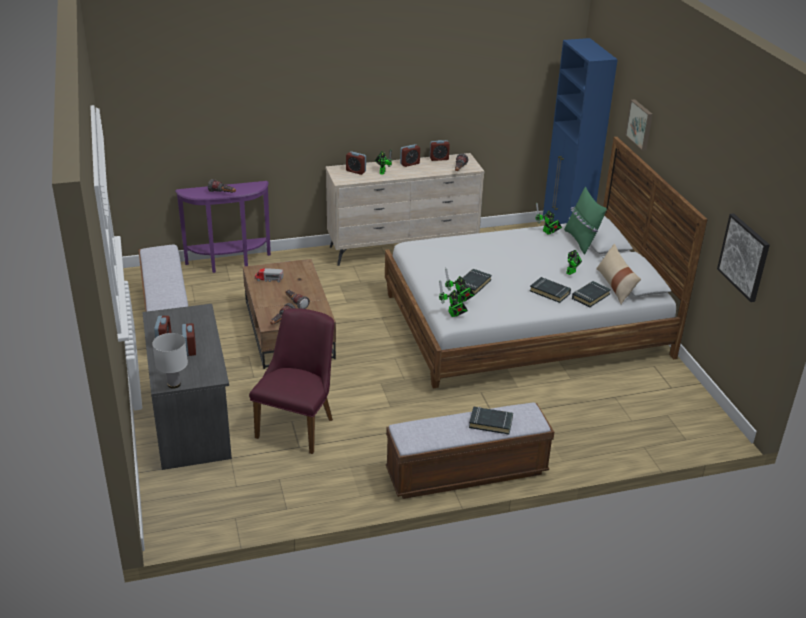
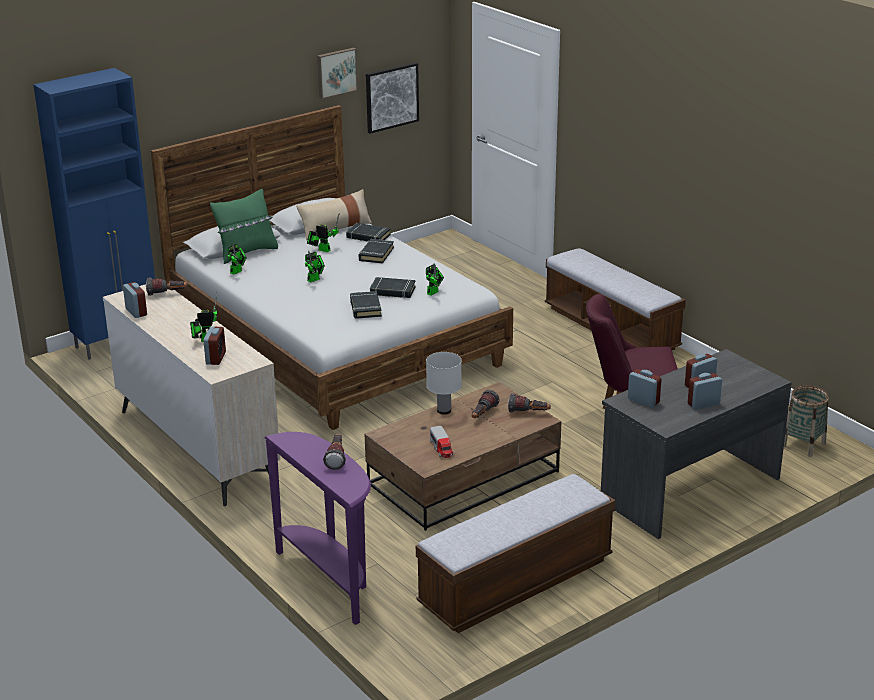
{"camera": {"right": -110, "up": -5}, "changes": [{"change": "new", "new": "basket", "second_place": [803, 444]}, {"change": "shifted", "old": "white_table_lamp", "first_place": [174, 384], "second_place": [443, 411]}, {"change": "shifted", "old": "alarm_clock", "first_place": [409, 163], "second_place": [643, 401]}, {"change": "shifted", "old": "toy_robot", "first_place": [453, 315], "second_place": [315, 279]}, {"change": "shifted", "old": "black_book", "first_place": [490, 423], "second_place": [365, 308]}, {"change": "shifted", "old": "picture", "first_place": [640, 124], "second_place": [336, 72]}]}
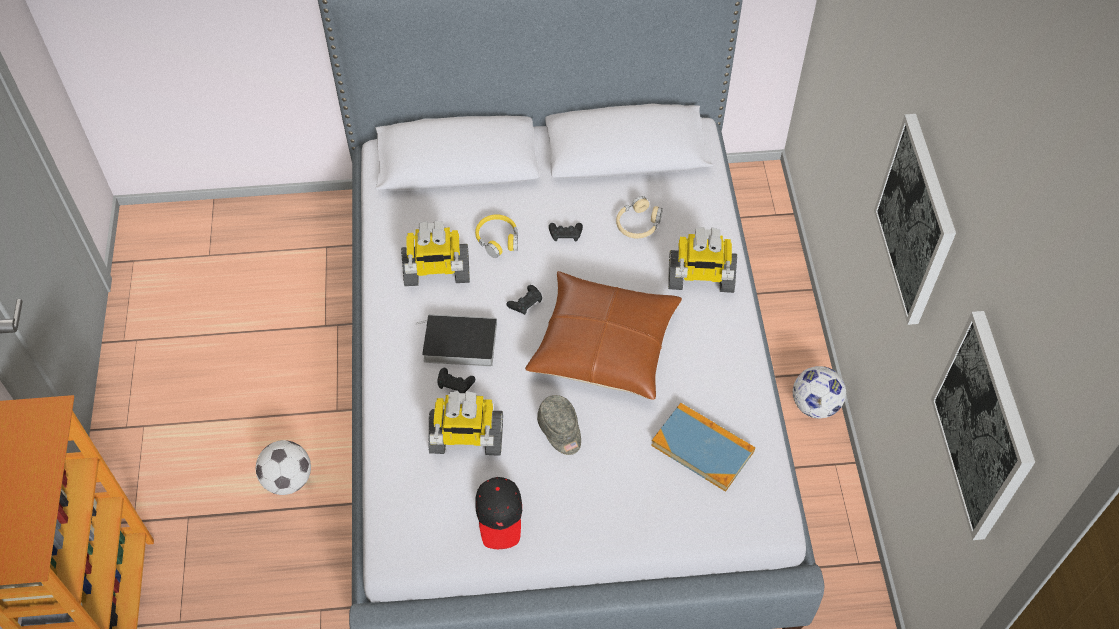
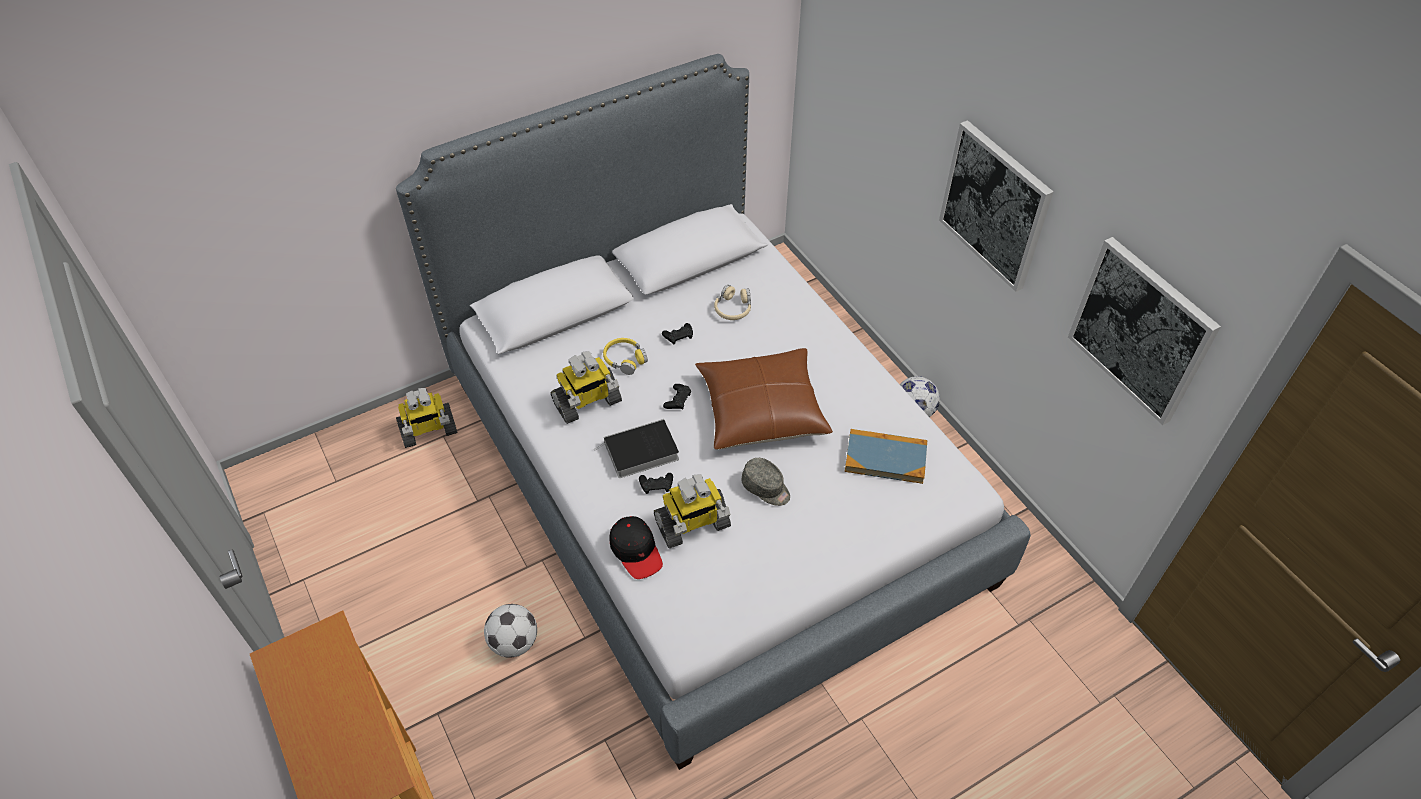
{"camera": {"right": -25, "up": -5}, "changes": [{"change": "shifted", "old": "black_cap", "first_place": [500, 516], "second_place": [636, 551]}, {"change": "shifted", "old": "toy_robot", "first_place": [700, 278], "second_place": [428, 431]}]}
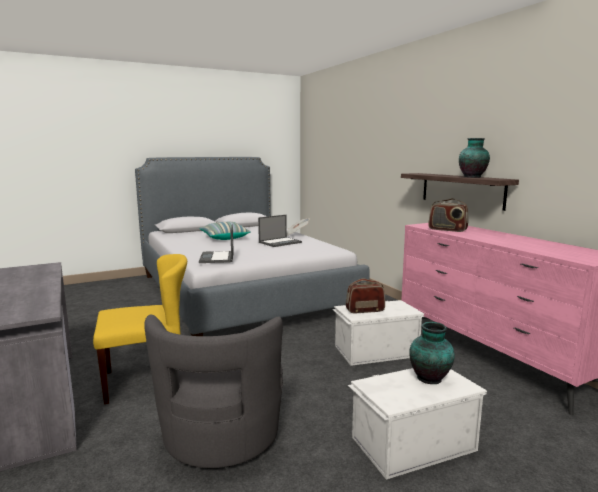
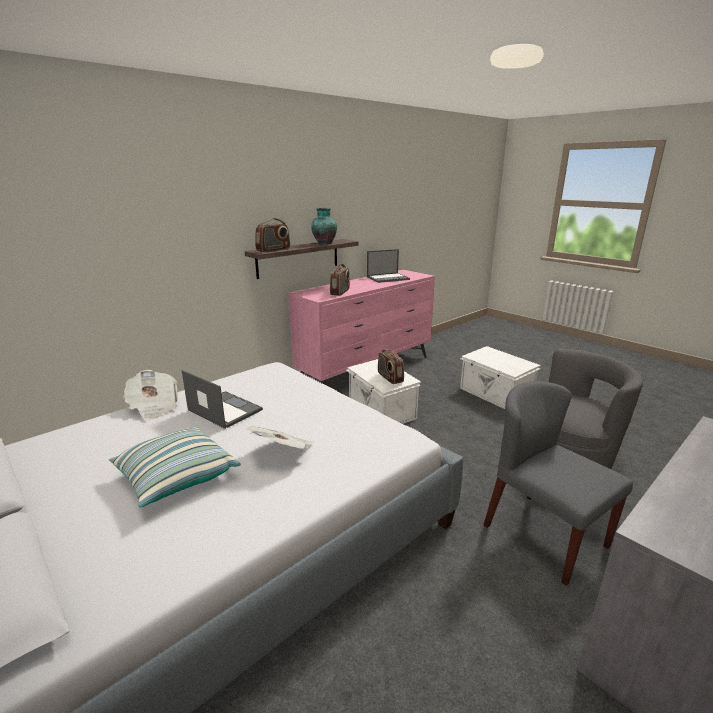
{"camera": {"right": -105, "up": 10}, "changes": [{"change": "gone", "old": "vase", "first_place": [430, 379]}, {"change": "new", "new": "newspaper", "second_place": [283, 452]}, {"change": "new", "new": "radio", "second_place": [273, 250]}, {"change": "shifted", "old": "laptop", "first_place": [217, 258], "second_place": [388, 278]}, {"change": "repainted", "old": "yellow_chair", "new": "grey_chair", "first_place": [148, 380], "second_place": [544, 535]}]}
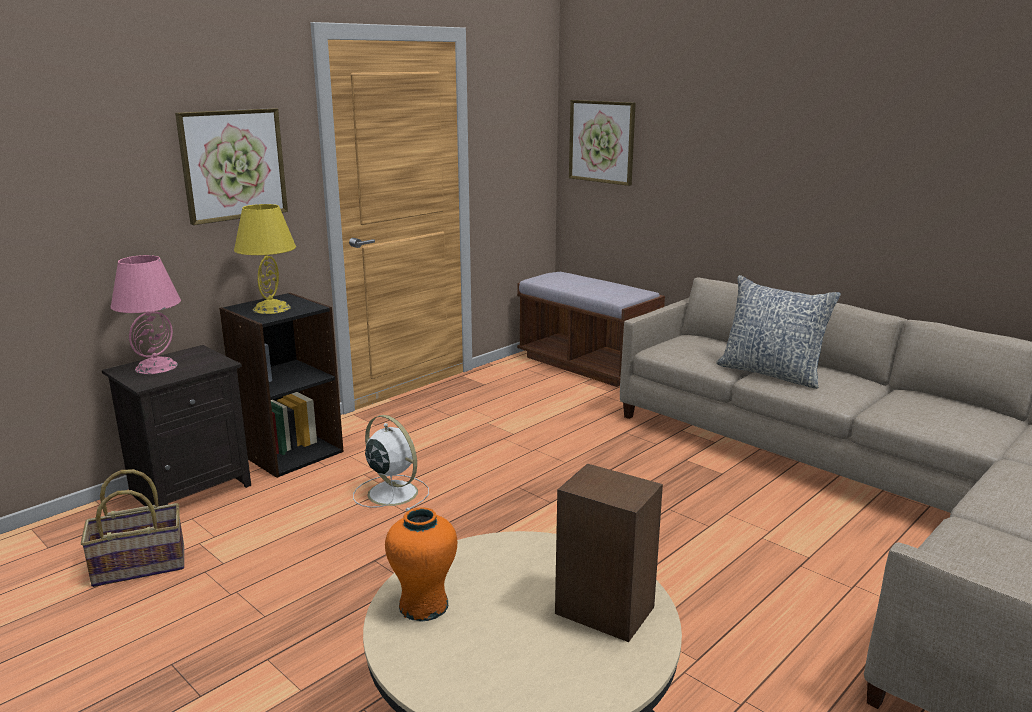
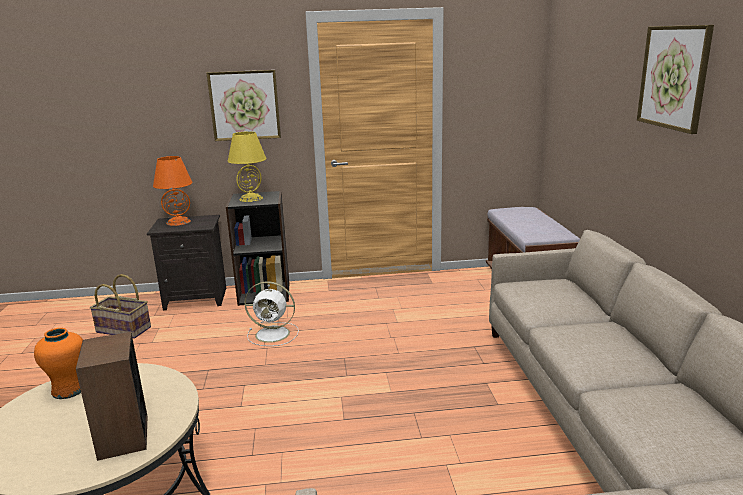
{"camera": {"right": 40, "up": 0}, "changes": [{"change": "gone", "old": "pillow", "first_place": [771, 373]}, {"change": "shifted", "old": "picture", "first_place": [602, 141], "second_place": [674, 77]}, {"change": "repainted", "old": "pink_table_lamp", "new": "orange_table_lamp", "first_place": [156, 366], "second_place": [178, 222]}, {"change": "rotated", "old": "white_fan", "first_place": [391, 492], "second_place": [274, 334], "degrees": 105}]}
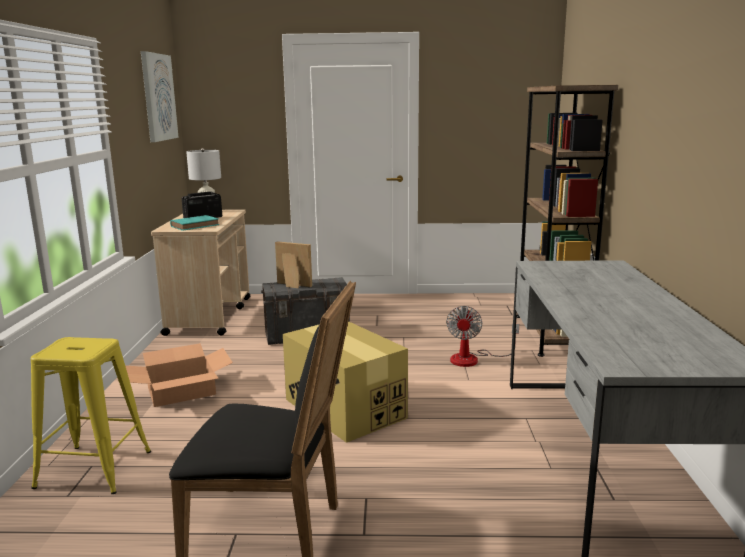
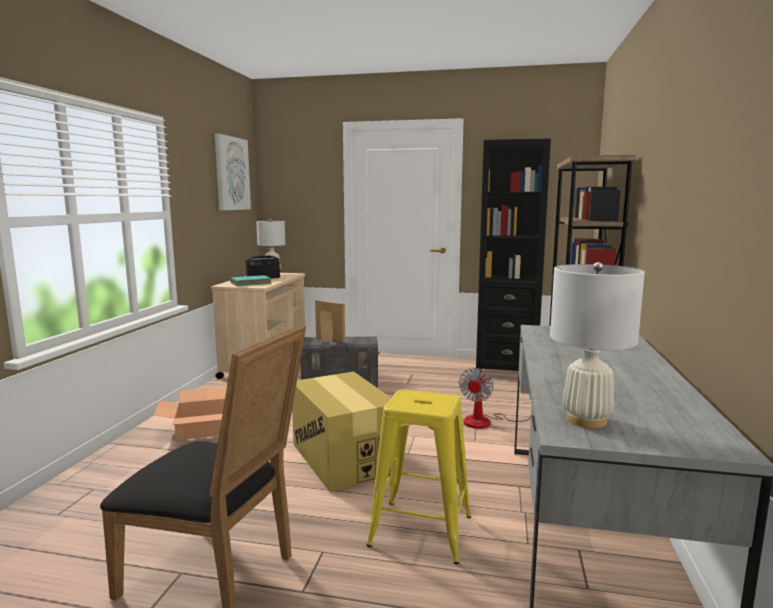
{"camera": {"right": 10, "up": -5}, "changes": [{"change": "new", "new": "black_bookcase", "second_place": [505, 368]}, {"change": "new", "new": "white_table_lamp", "second_place": [586, 420]}, {"change": "shifted", "old": "yellow_stool", "first_place": [94, 469], "second_place": [421, 530]}]}
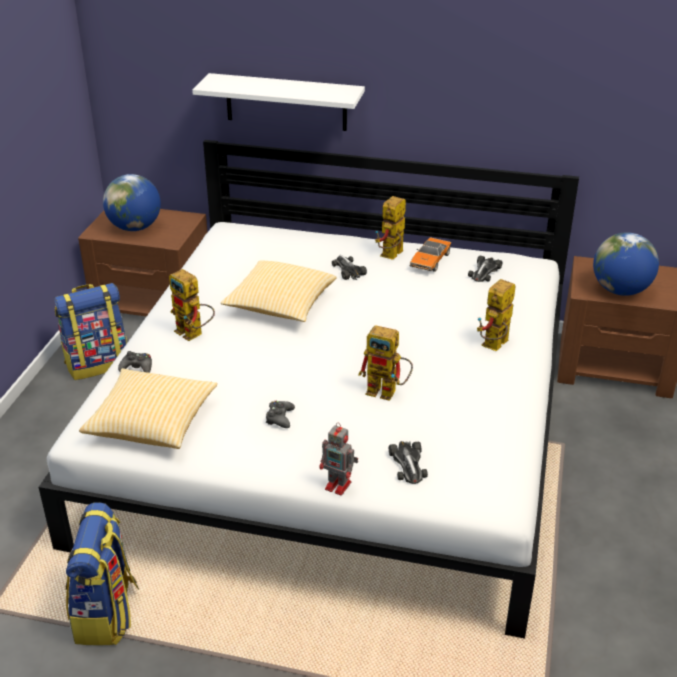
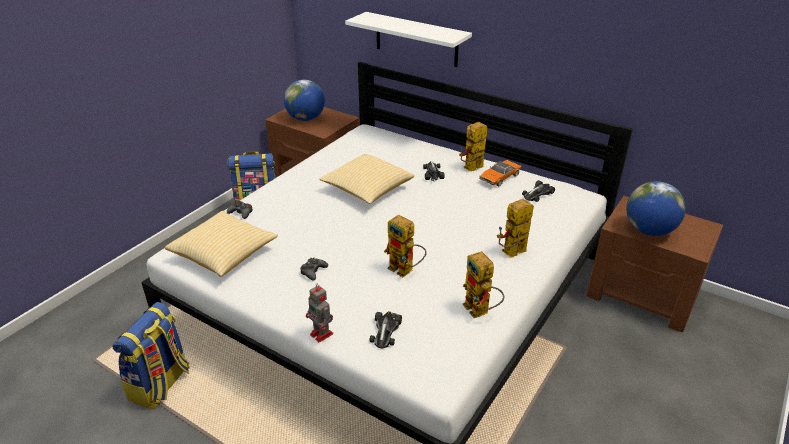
{"camera": {"right": 20, "up": 0}, "changes": [{"change": "shifted", "old": "toy_robot", "first_place": [194, 334], "second_place": [480, 311]}]}
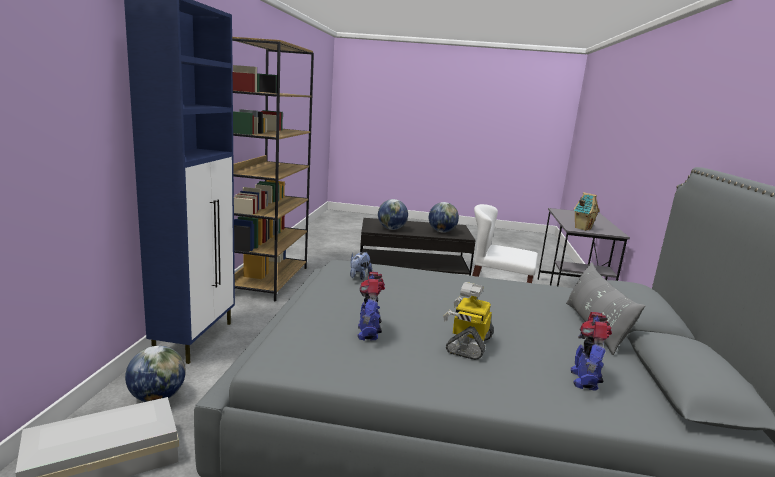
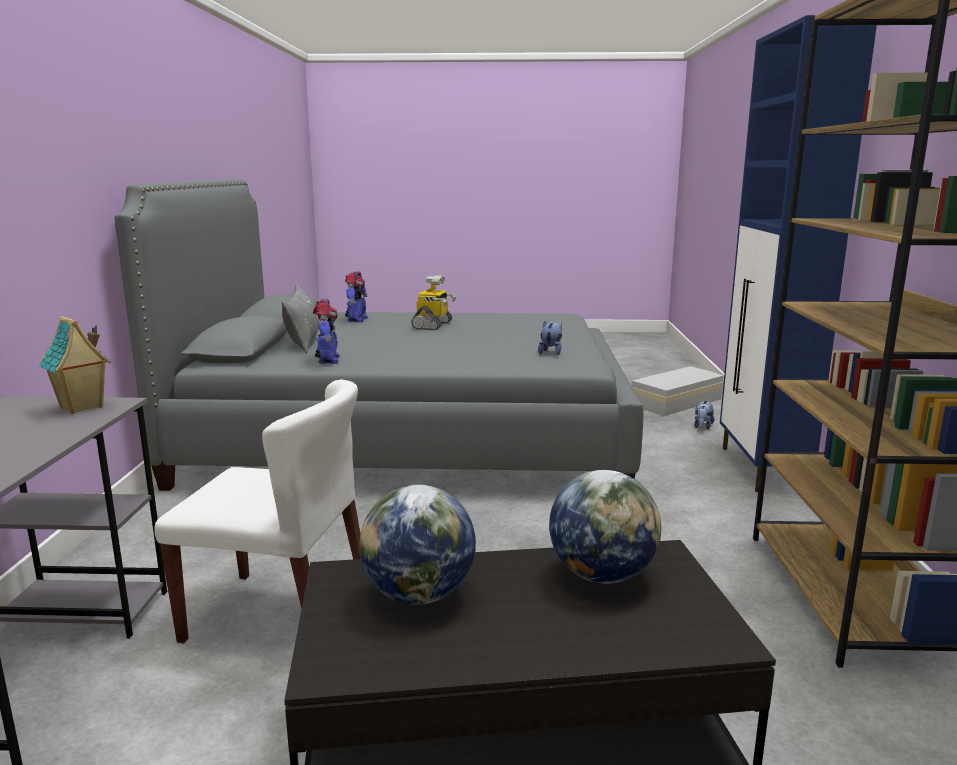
{"camera": {"right": 175, "up": 0}, "changes": [{"change": "shifted", "old": "toy_robot", "first_place": [369, 332], "second_place": [327, 360]}, {"change": "swapped", "old": "globe", "new": "plush_toy", "first_place": [157, 397], "second_place": [702, 427]}]}
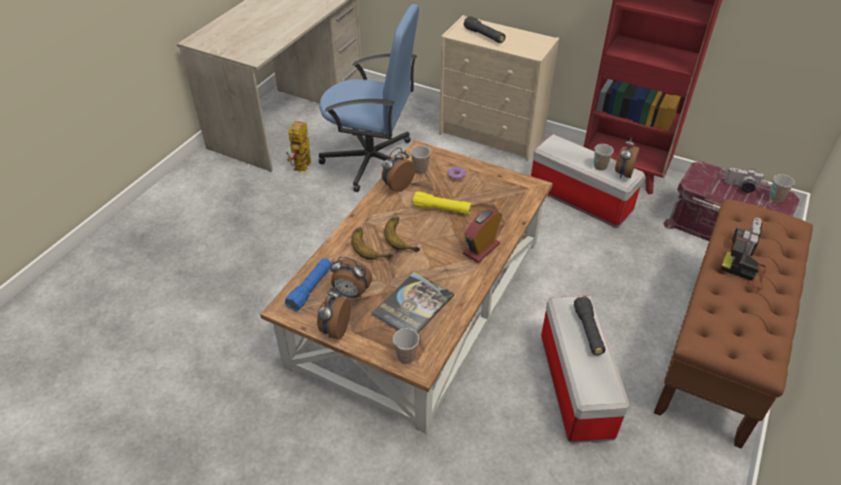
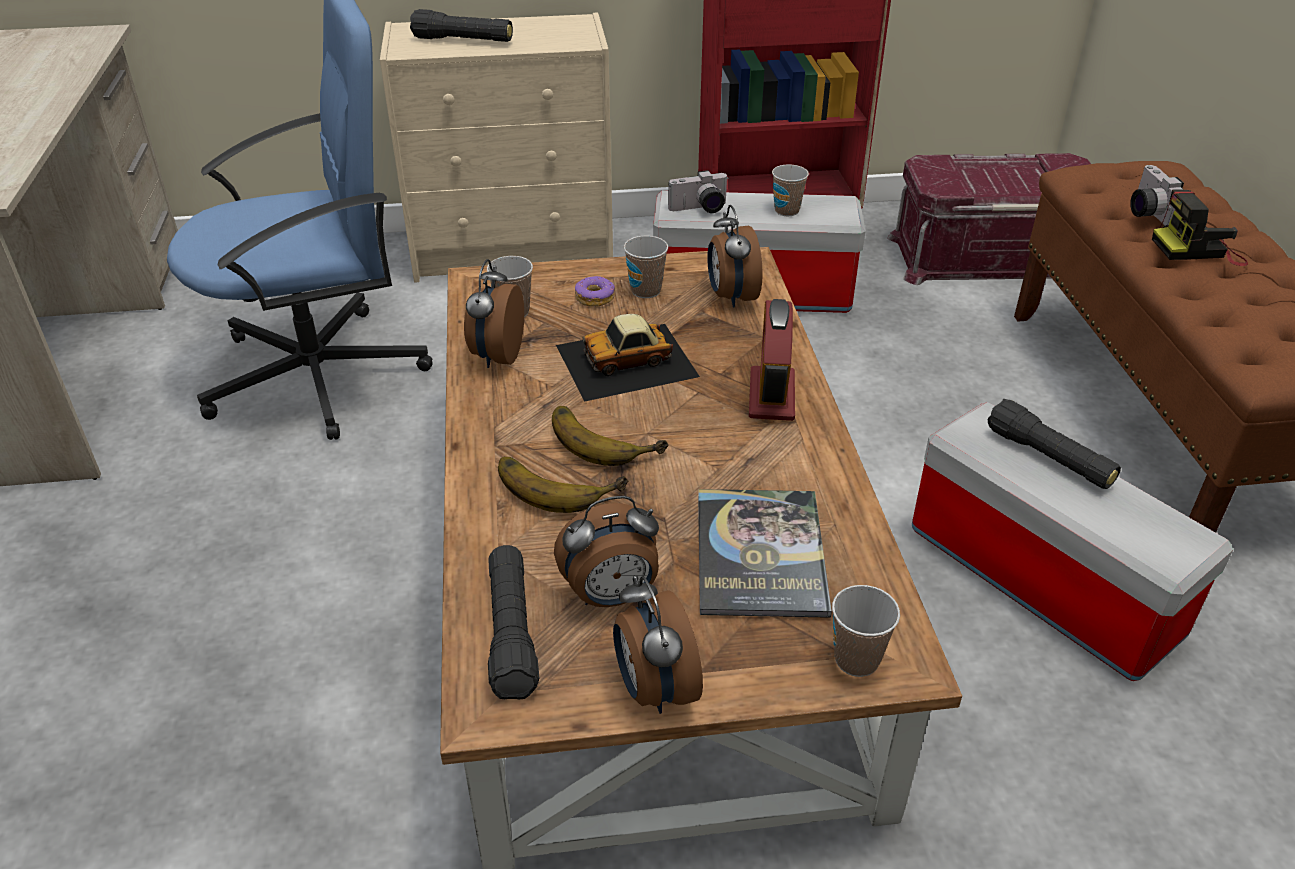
{"camera": {"right": -35, "up": -5}, "changes": [{"change": "gone", "old": "toy_robot", "first_place": [302, 169]}, {"change": "shifted", "old": "alarm_clock", "first_place": [623, 173], "second_place": [731, 297]}, {"change": "shifted", "old": "photo_camera", "first_place": [741, 187], "second_place": [700, 209]}, {"change": "shifted", "old": "cup", "first_place": [775, 198], "second_place": [646, 290]}, {"change": "swapped", "old": "yellow_flashlight", "new": "toy_car", "first_place": [442, 209], "second_place": [627, 361]}, {"change": "repainted", "old": "blue_flashlight", "new": "black_flashlight", "first_place": [310, 289], "second_place": [511, 633]}]}
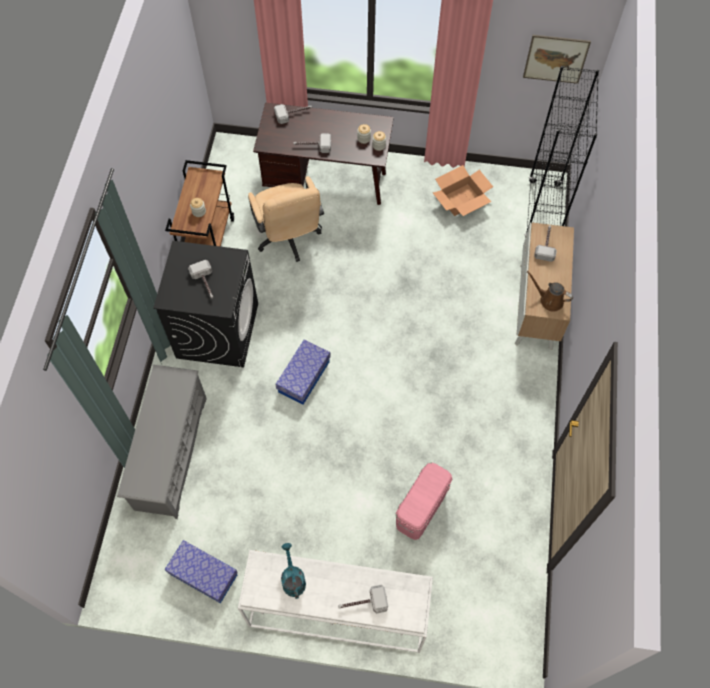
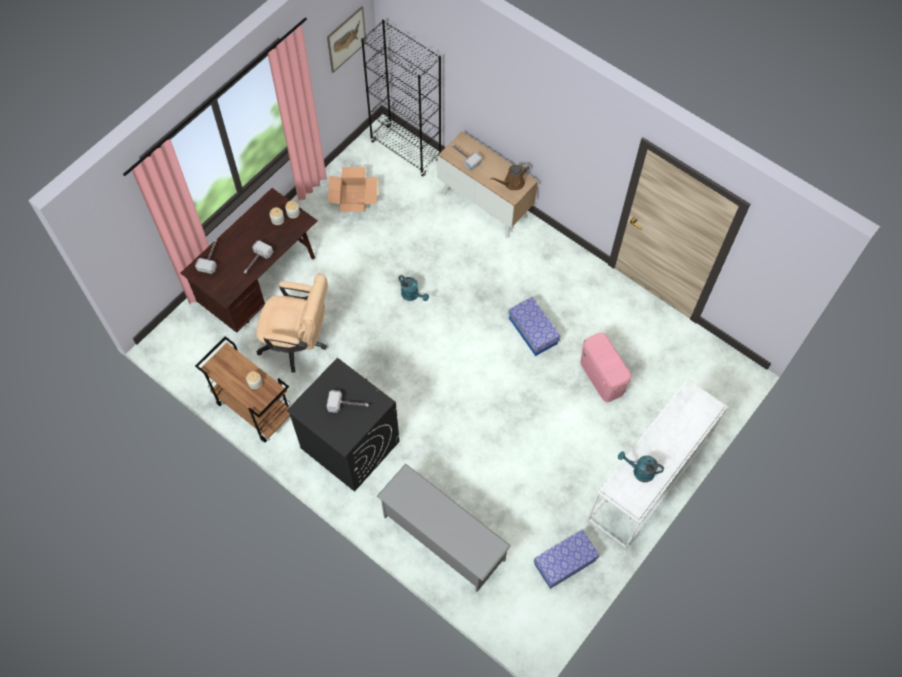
{"camera": {"right": -60, "up": 0}, "changes": [{"change": "gone", "old": "hammer", "first_place": [362, 603]}, {"change": "new", "new": "turquoise_watering_can", "second_place": [412, 295]}, {"change": "shifted", "old": "storage_box", "first_place": [304, 377], "second_place": [533, 331]}]}
